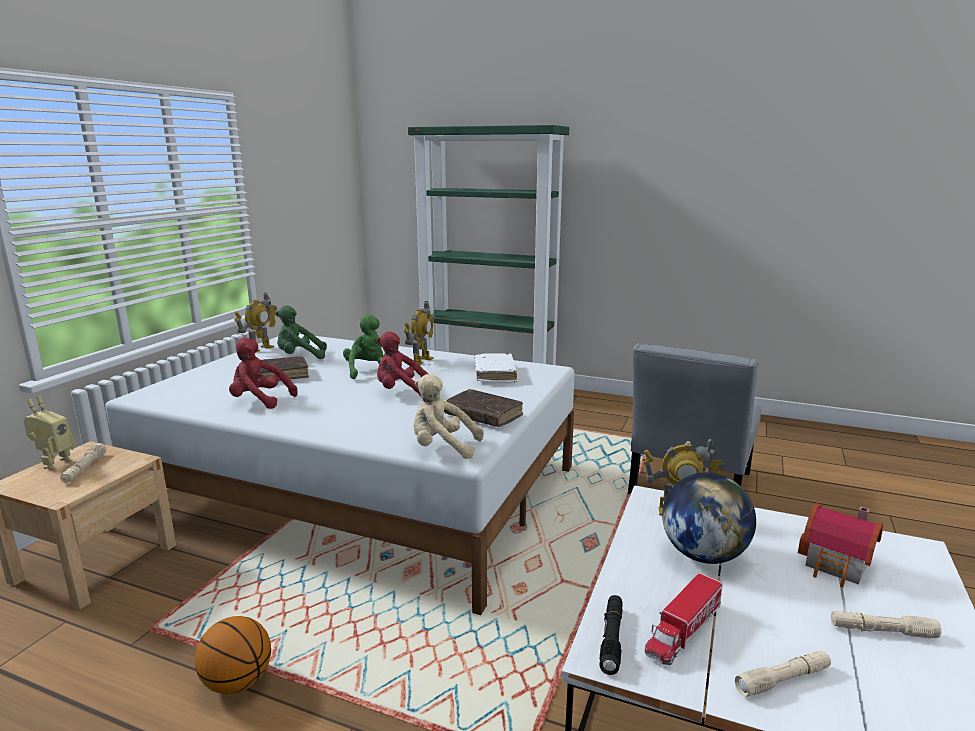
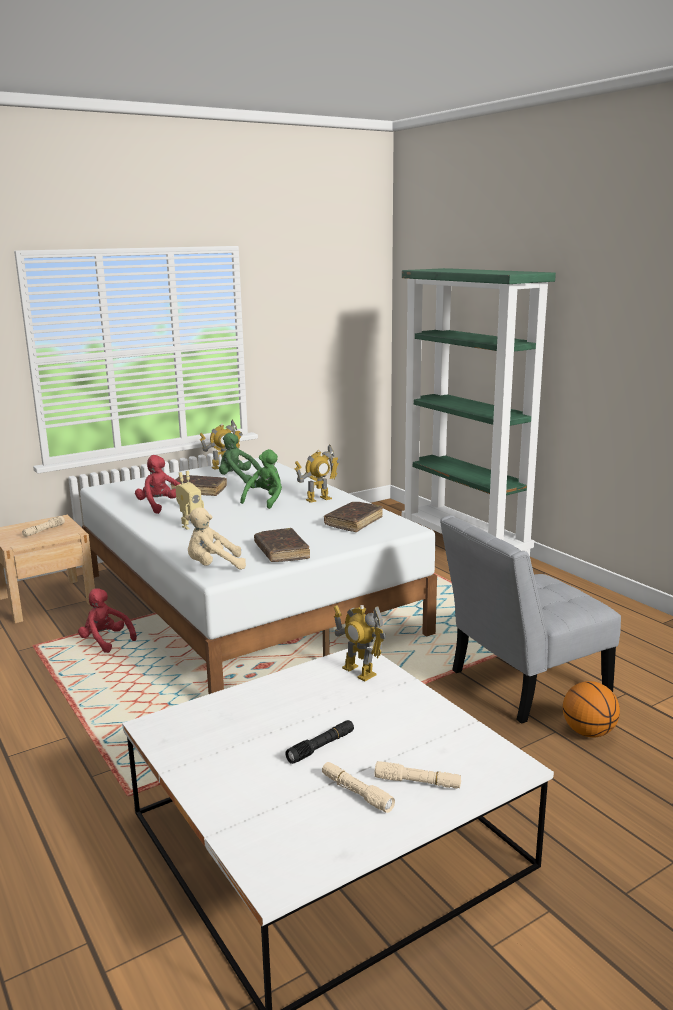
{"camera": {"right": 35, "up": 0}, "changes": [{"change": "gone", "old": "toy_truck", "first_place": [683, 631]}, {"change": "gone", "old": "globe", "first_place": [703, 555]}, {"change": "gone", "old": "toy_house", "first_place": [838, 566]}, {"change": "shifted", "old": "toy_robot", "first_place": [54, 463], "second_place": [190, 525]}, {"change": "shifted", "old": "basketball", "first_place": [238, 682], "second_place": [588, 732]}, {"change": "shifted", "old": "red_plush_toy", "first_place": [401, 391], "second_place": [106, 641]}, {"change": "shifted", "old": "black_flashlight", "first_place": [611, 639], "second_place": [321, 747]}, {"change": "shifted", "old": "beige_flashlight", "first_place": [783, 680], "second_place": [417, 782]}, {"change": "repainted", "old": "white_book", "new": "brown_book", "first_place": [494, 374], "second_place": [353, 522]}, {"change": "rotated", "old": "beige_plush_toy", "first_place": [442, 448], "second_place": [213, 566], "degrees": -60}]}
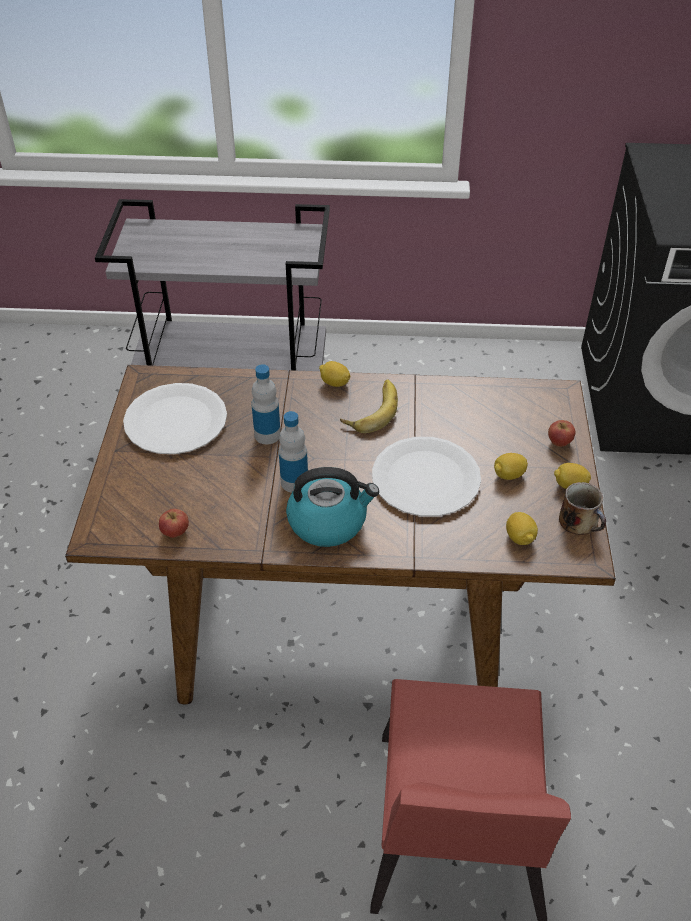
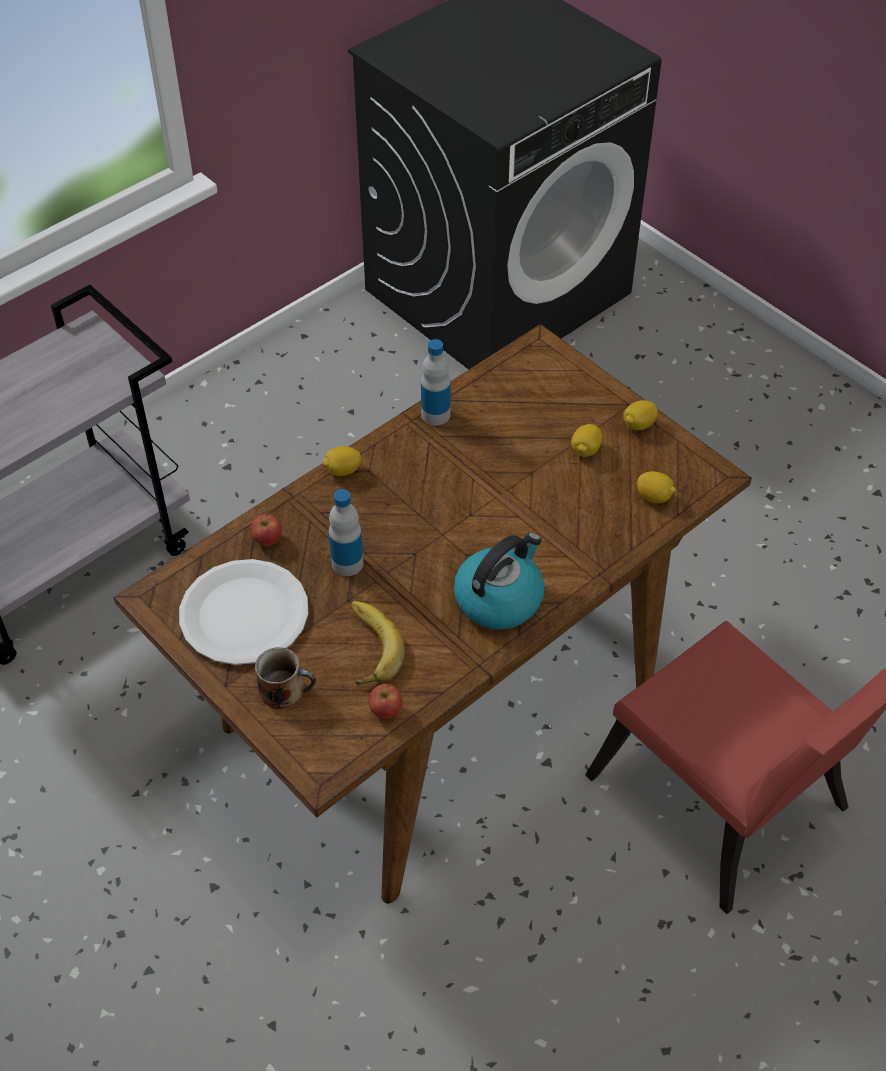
{"camera": {"right": -45, "up": 5}, "changes": [{"change": "gone", "old": "white_plate", "first_place": [426, 478]}, {"change": "shifted", "old": "bottle", "first_place": [294, 482], "second_place": [435, 414]}, {"change": "shifted", "old": "banana", "first_place": [370, 409], "second_place": [367, 647]}, {"change": "shifted", "old": "apple", "first_place": [559, 442], "second_place": [267, 540]}, {"change": "shifted", "old": "mug", "first_place": [580, 522], "second_place": [284, 689]}]}
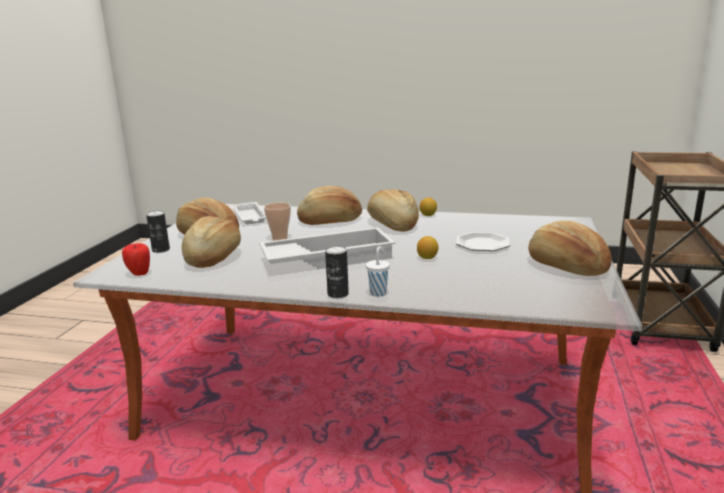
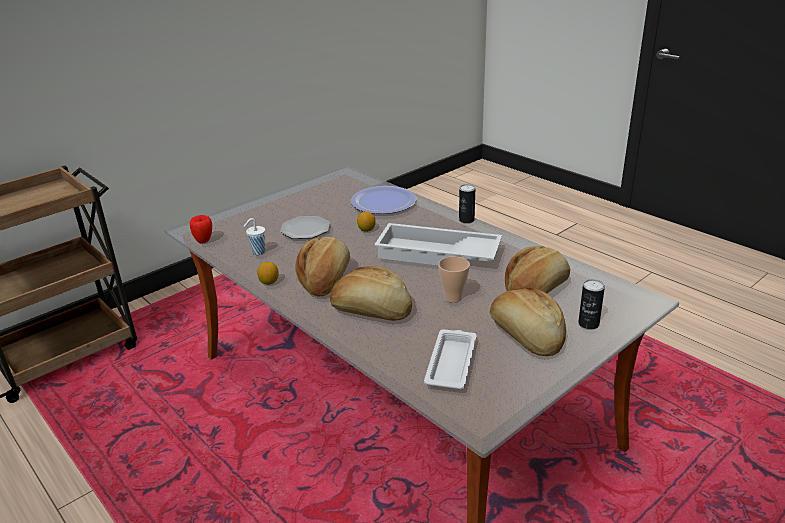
{"camera": {"right": -145, "up": 10}, "changes": [{"change": "gone", "old": "bread", "first_place": [566, 266]}, {"change": "new", "new": "plate", "second_place": [383, 202]}, {"change": "shifted", "old": "apple", "first_place": [139, 274], "second_place": [204, 241]}, {"change": "shifted", "old": "white_cup", "first_place": [379, 292], "second_place": [257, 252]}]}
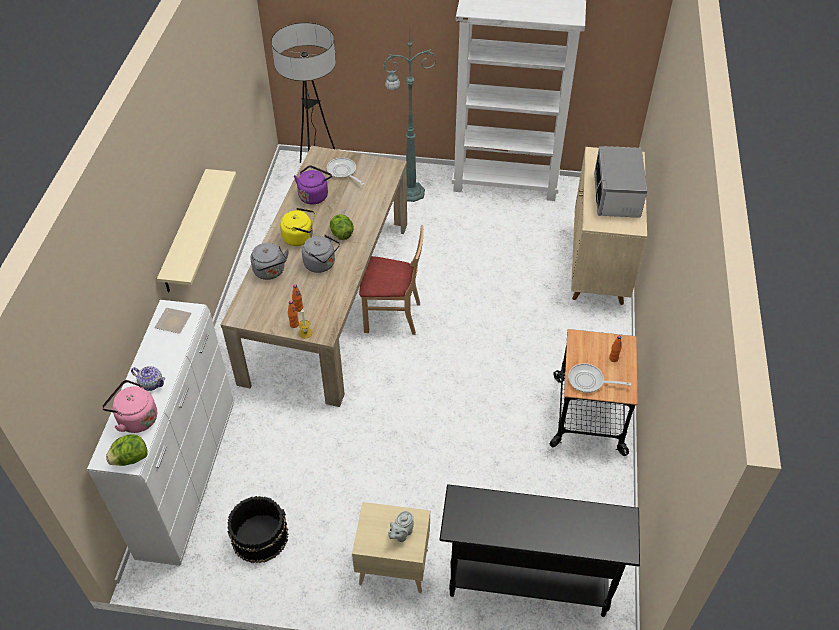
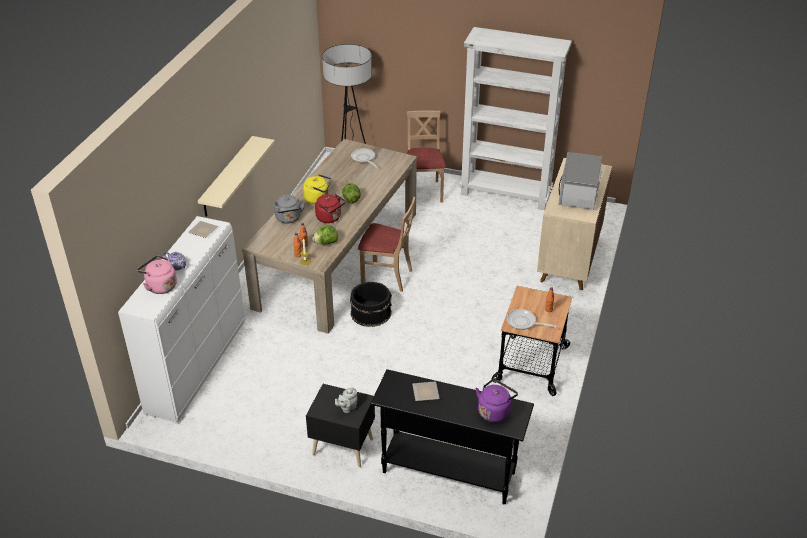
{"camera": {"right": 10, "up": -10}, "changes": [{"change": "new", "new": "plate", "second_place": [424, 392]}, {"change": "shifted", "old": "lettuce", "first_place": [130, 459], "second_place": [325, 243]}, {"change": "shifted", "old": "black_bucket", "first_place": [260, 536], "second_place": [371, 313]}, {"change": "shifted", "old": "purple_kettle", "first_place": [314, 195], "second_place": [494, 411]}, {"change": "swapped", "old": "green_floor_lamp", "new": "beige_chair", "first_place": [409, 192], "second_place": [423, 192]}, {"change": "repainted", "old": "grey_kettle", "new": "red_kettle", "first_place": [321, 264], "second_place": [330, 218]}, {"change": "repainted", "old": "beige_nightstand", "new": "black_nightstand", "first_place": [392, 565], "second_place": [342, 445]}]}
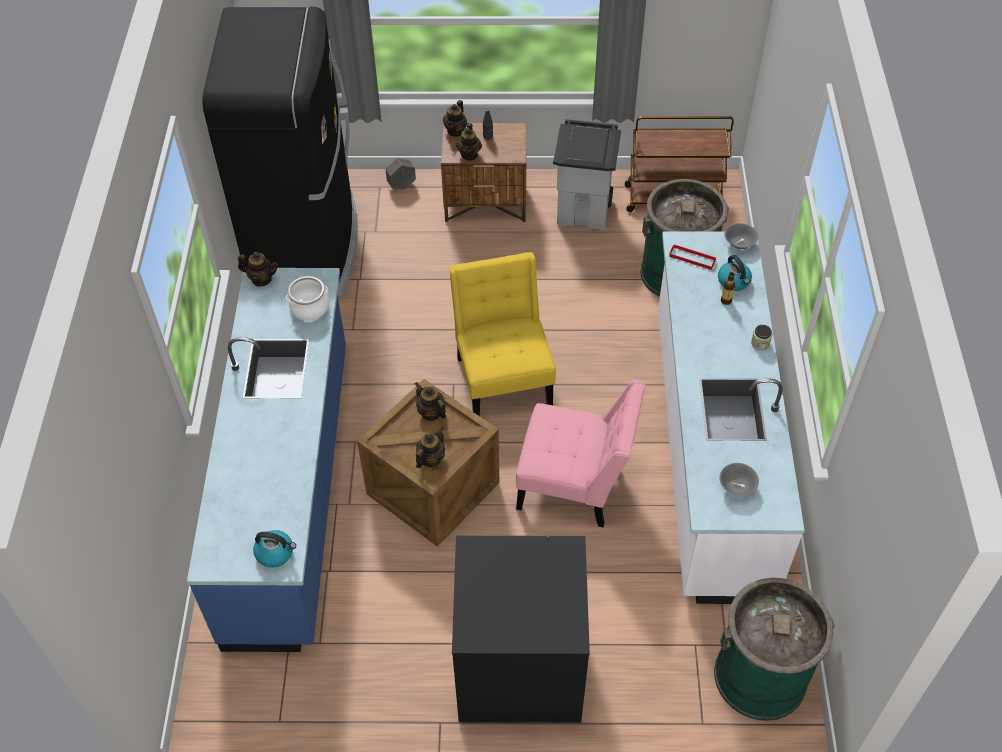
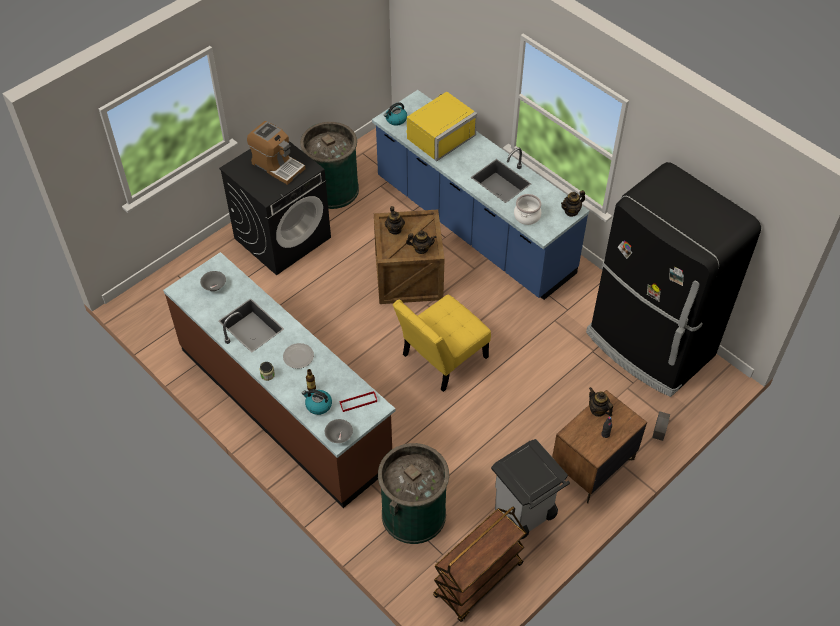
{"camera": {"right": 135, "up": 0}, "changes": [{"change": "gone", "old": "teapot", "first_place": [455, 131]}, {"change": "gone", "old": "pink_chair", "first_place": [575, 485]}, {"change": "new", "new": "coffee_machine", "second_place": [277, 165]}, {"change": "new", "new": "plate", "second_place": [298, 357]}, {"change": "new", "new": "yellow_microwave", "second_place": [438, 135]}, {"change": "shifted", "old": "green_trash_can", "first_place": [760, 676], "second_place": [332, 189]}, {"change": "repainted", "old": "white_counter", "new": "brown_counter", "first_place": [708, 450], "second_place": [285, 405]}, {"change": "rotated", "old": "yellow_chair", "first_place": [503, 377], "second_place": [441, 359], "degrees": 105}]}
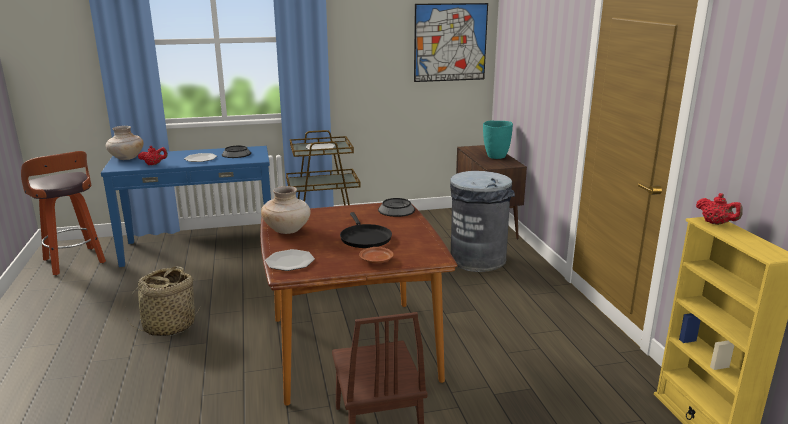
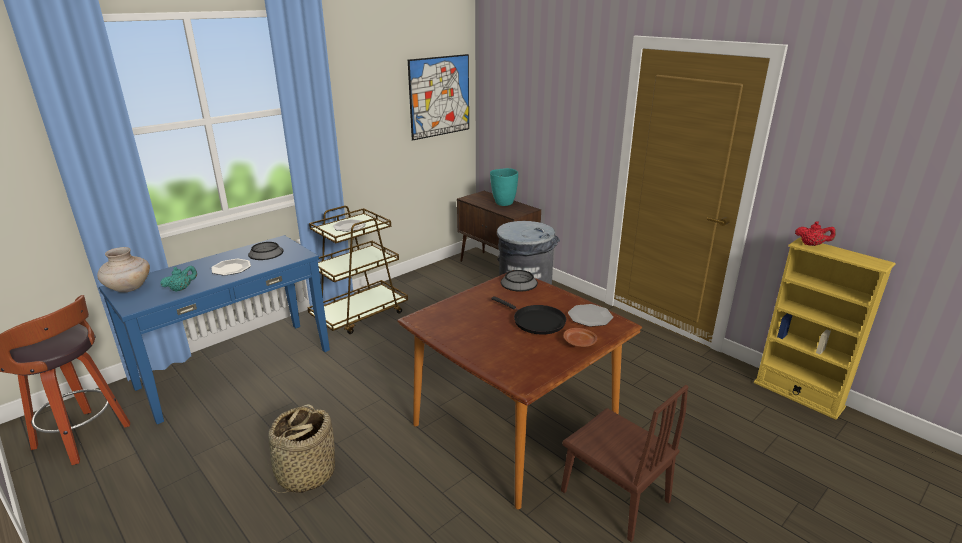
{"camera": {"right": -30, "up": 5}, "changes": [{"change": "gone", "old": "beige_vase", "first_place": [287, 230]}, {"change": "shifted", "old": "plate", "first_place": [290, 261], "second_place": [590, 316]}, {"change": "repainted", "old": "red_teapot", "new": "turquoise_teapot", "first_place": [154, 164], "second_place": [181, 289]}]}
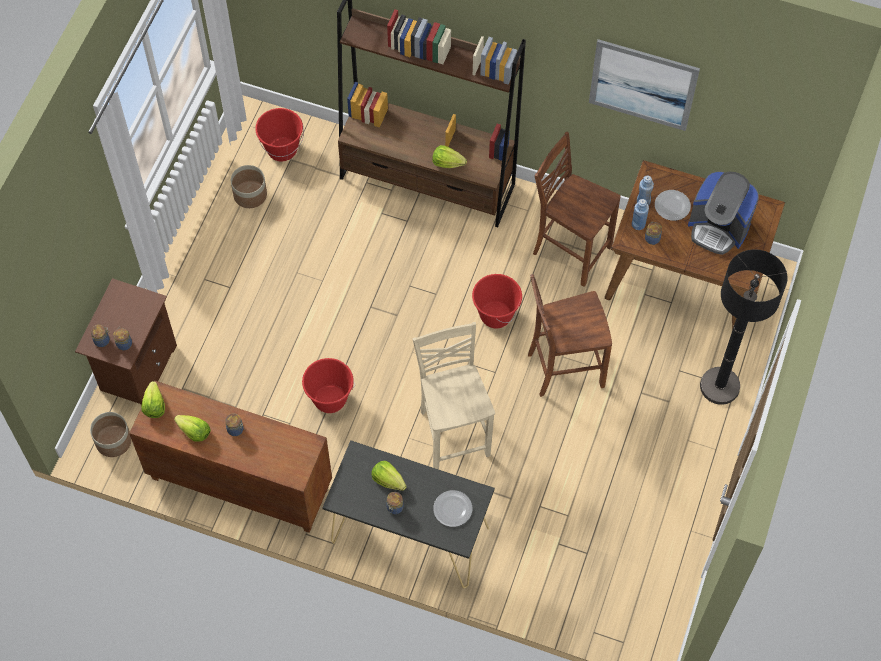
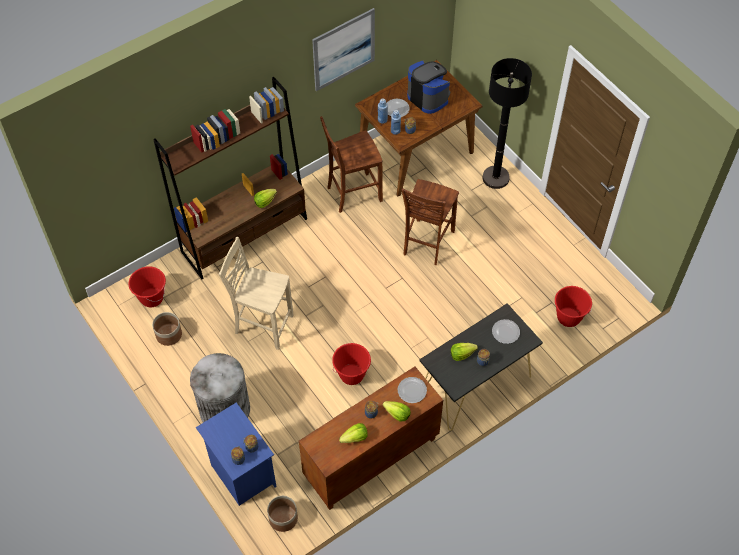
{"camera": {"right": -55, "up": -5}, "changes": [{"change": "new", "new": "grey_trash_can", "second_place": [224, 409]}, {"change": "new", "new": "plate", "second_place": [412, 390]}, {"change": "shifted", "old": "lettuce", "first_place": [154, 406], "second_place": [397, 414]}, {"change": "shifted", "old": "beige_chair", "first_place": [453, 432], "second_place": [262, 324]}, {"change": "shifted", "old": "red_bucket", "first_place": [495, 315], "second_place": [568, 317]}, {"change": "repainted", "old": "brown_nightstand", "new": "blue_nightstand", "first_place": [137, 369], "second_place": [241, 474]}, {"change": "rotated", "old": "coffee_machine", "first_place": [718, 228], "second_place": [428, 97], "degrees": -105}]}
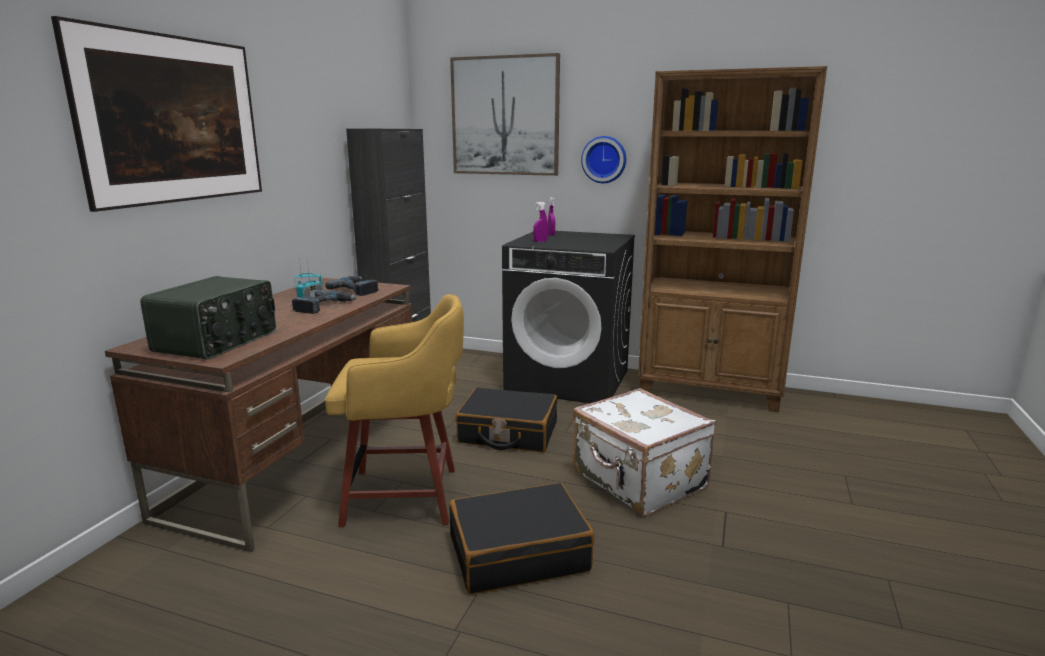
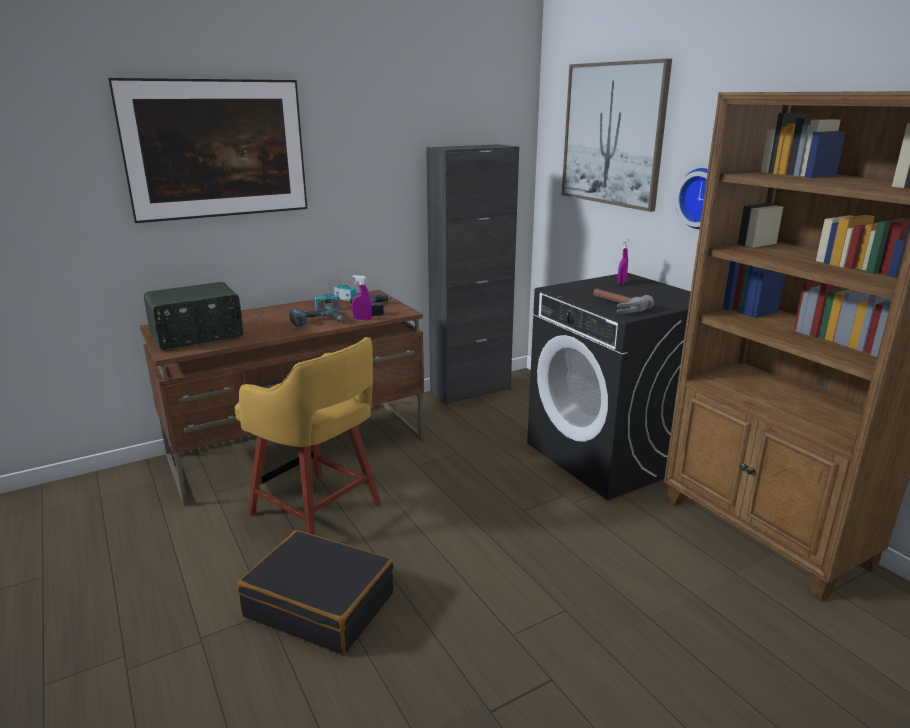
{"camera": {"right": 40, "up": 5}, "changes": [{"change": "gone", "old": "black_suitcase", "first_place": [508, 433]}, {"change": "gone", "old": "white_suitcase", "first_place": [638, 481]}, {"change": "new", "new": "hammer", "second_place": [614, 307]}, {"change": "shifted", "old": "purple_spray_bottle", "first_place": [540, 241], "second_place": [362, 319]}]}
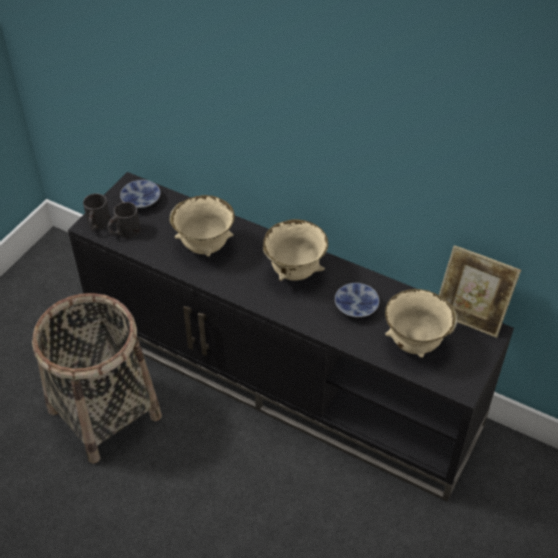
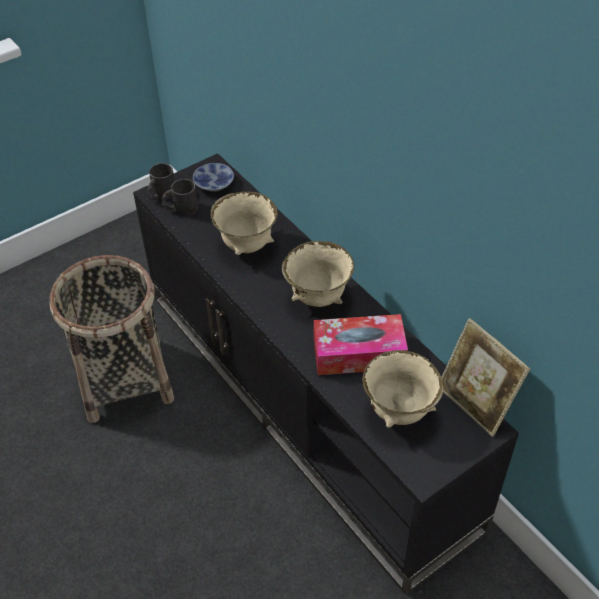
{"camera": {"right": 25, "up": 0}, "changes": [{"change": "swapped", "old": "bowl", "new": "tissue_box", "first_place": [356, 308], "second_place": [359, 353]}]}
